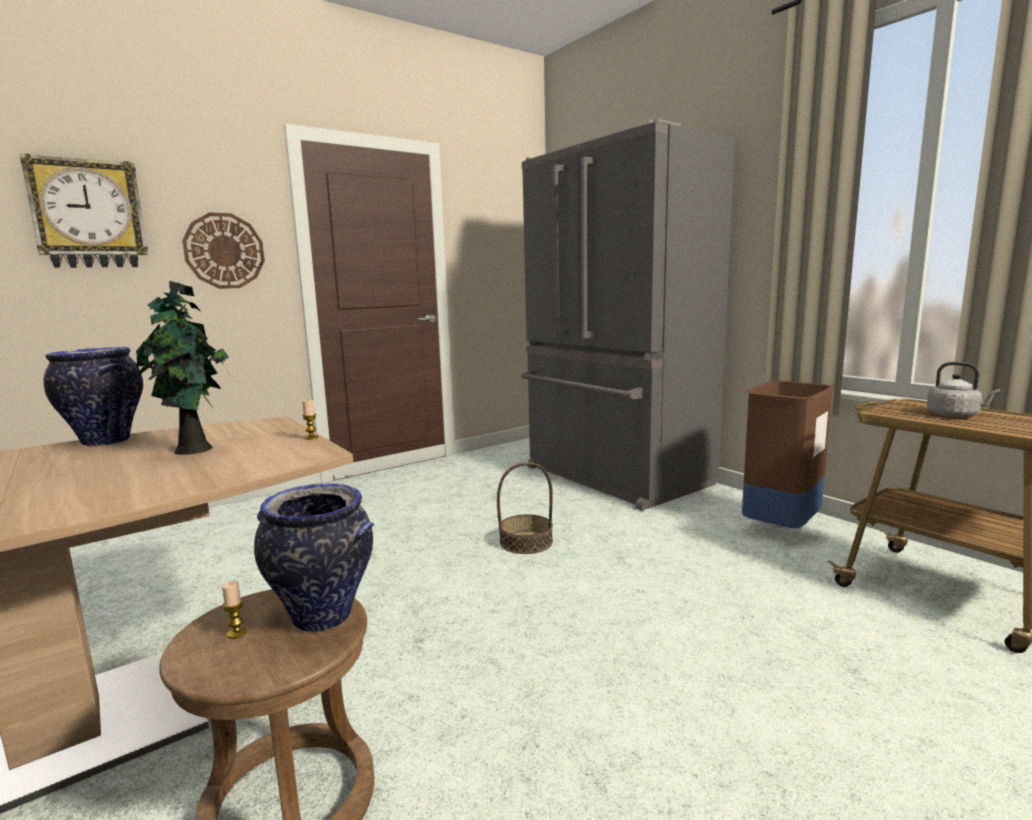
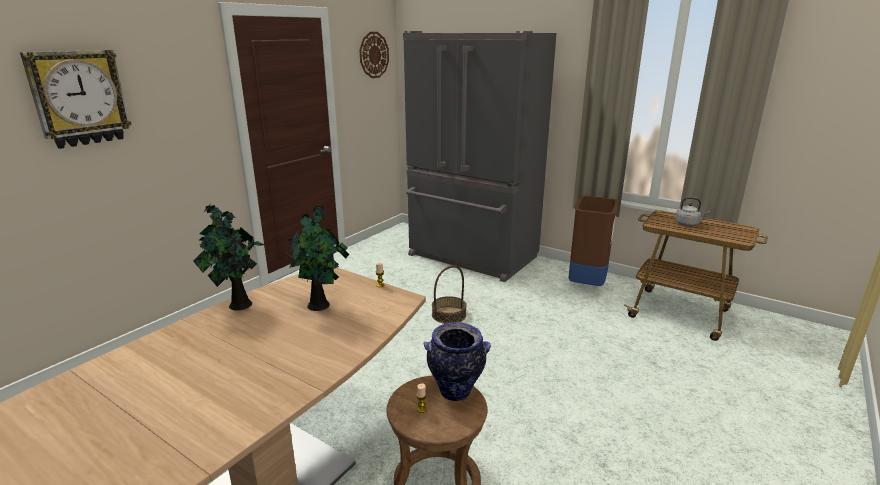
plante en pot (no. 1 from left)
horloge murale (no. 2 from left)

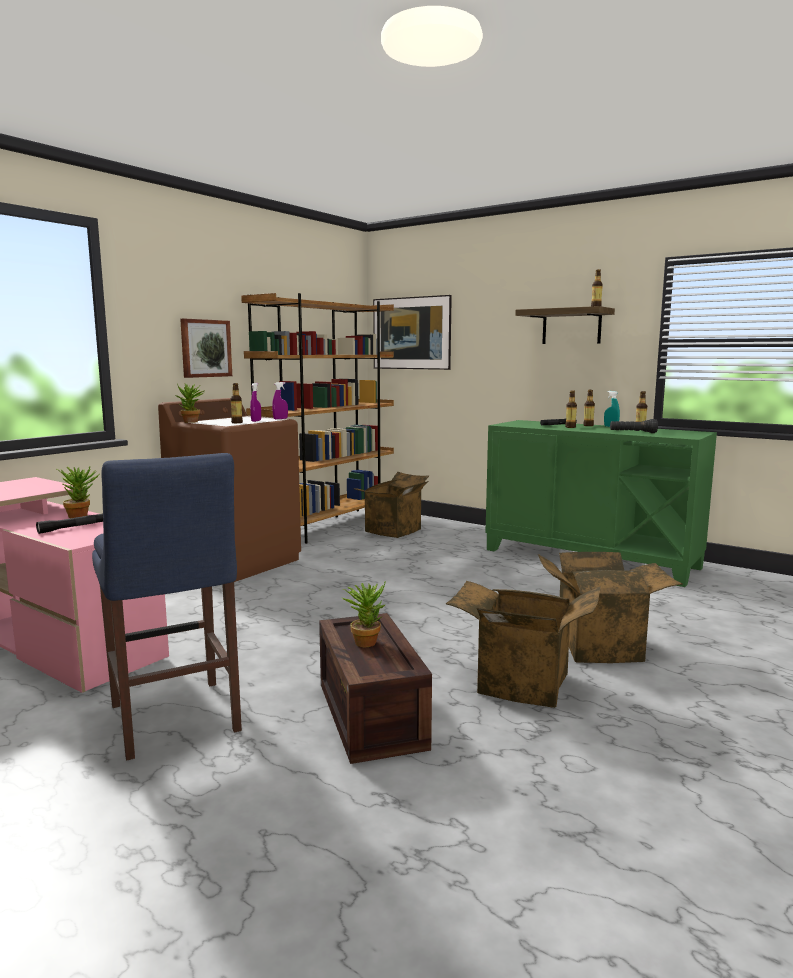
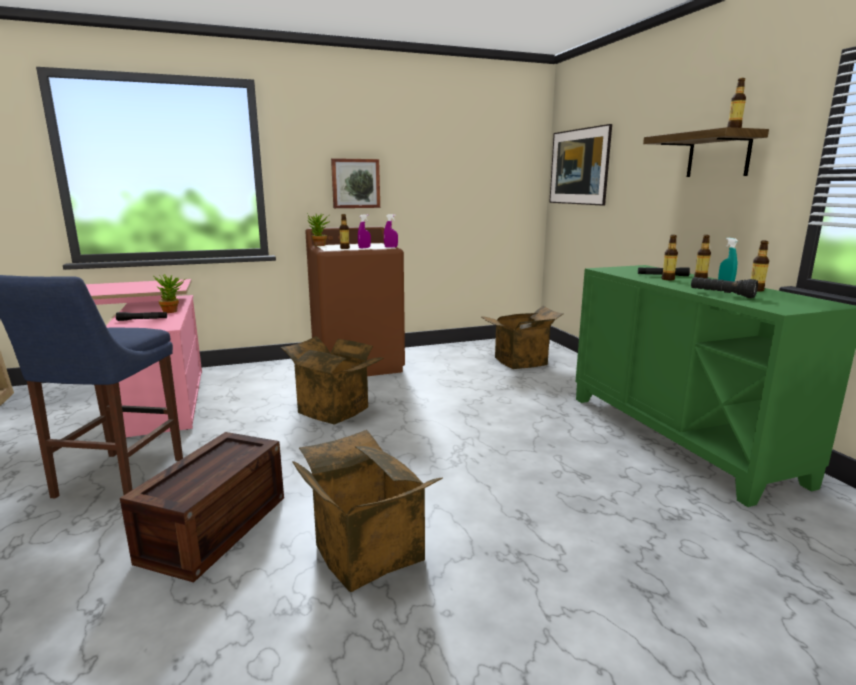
bibliothèque/marron
plante en pot (no. 3 from left in the first image)
carton (no. 1 from left)

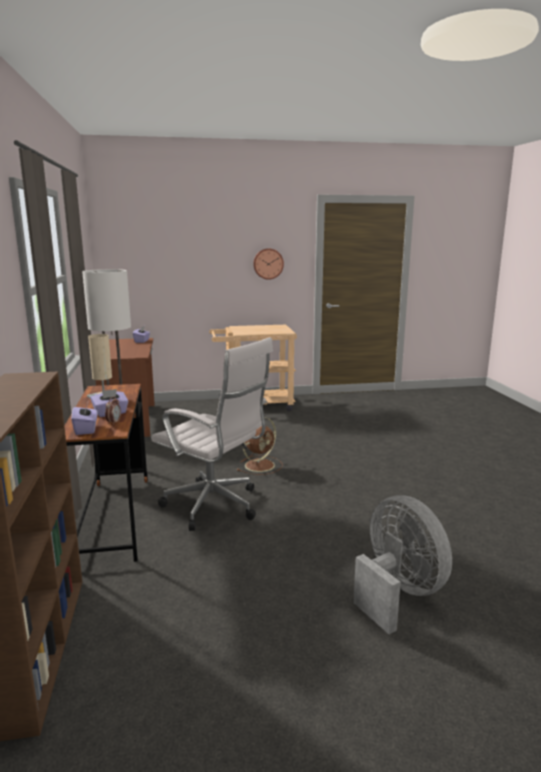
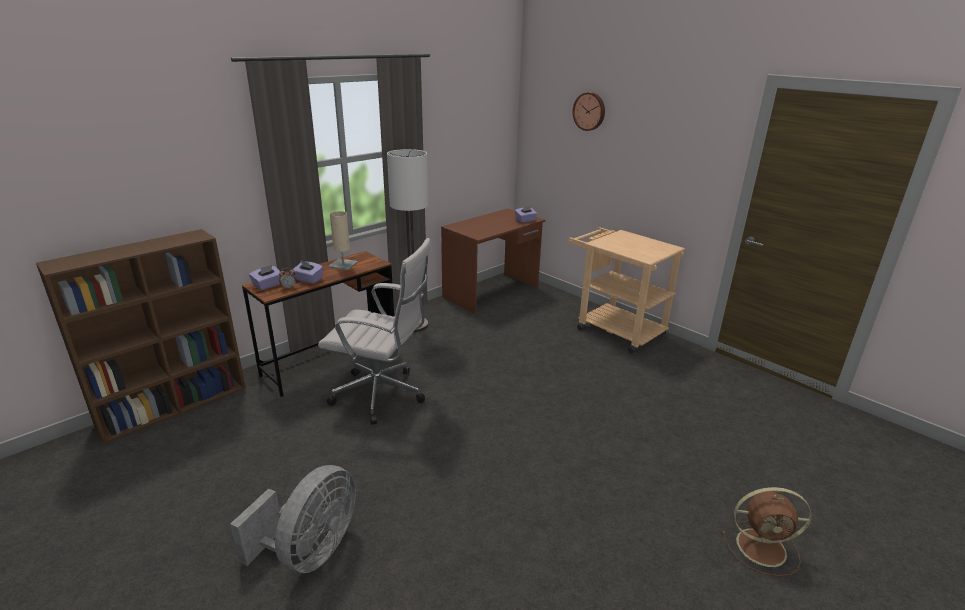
chaise de bureau/blanc
ventilateur/marron
horloge murale

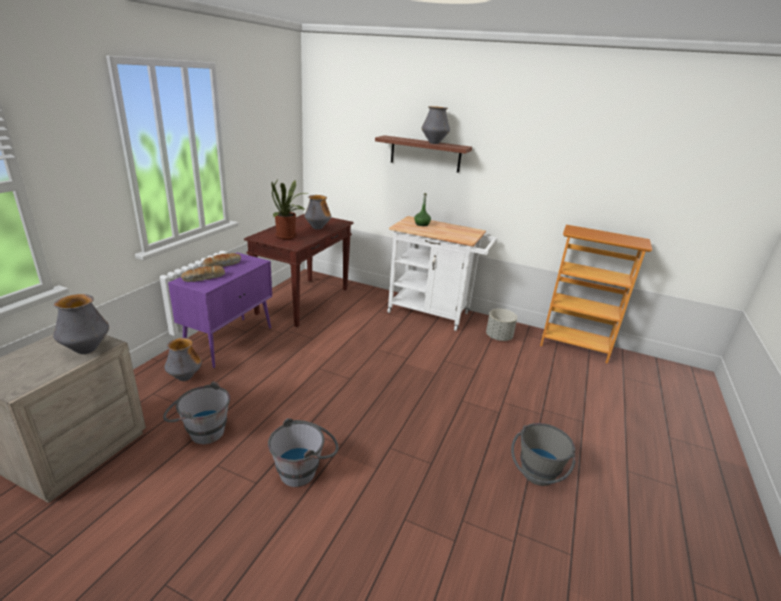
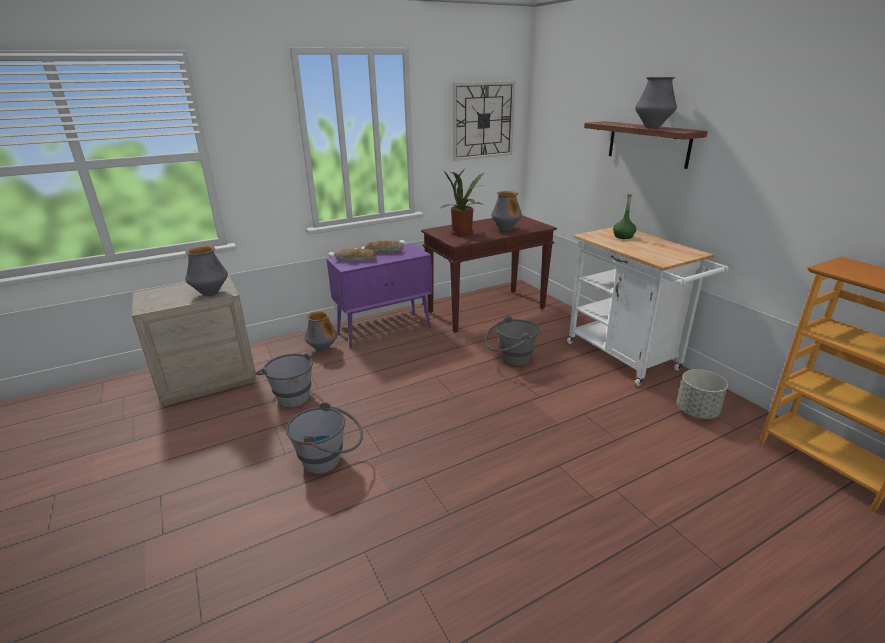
seau/gris (no. 3 from left)
horloge murale

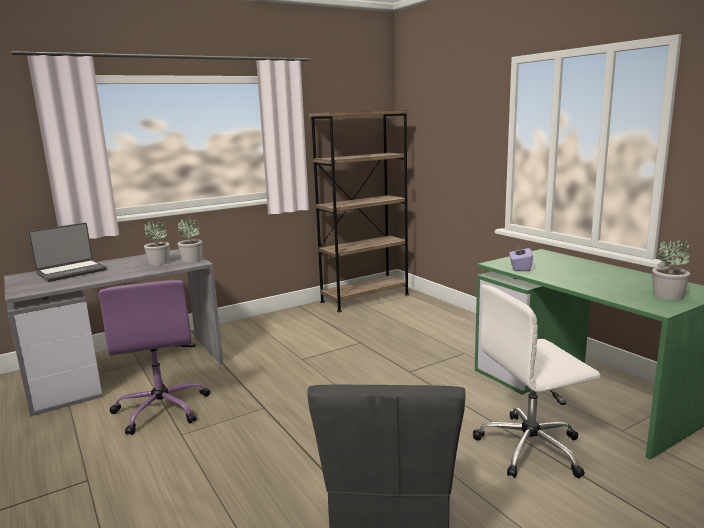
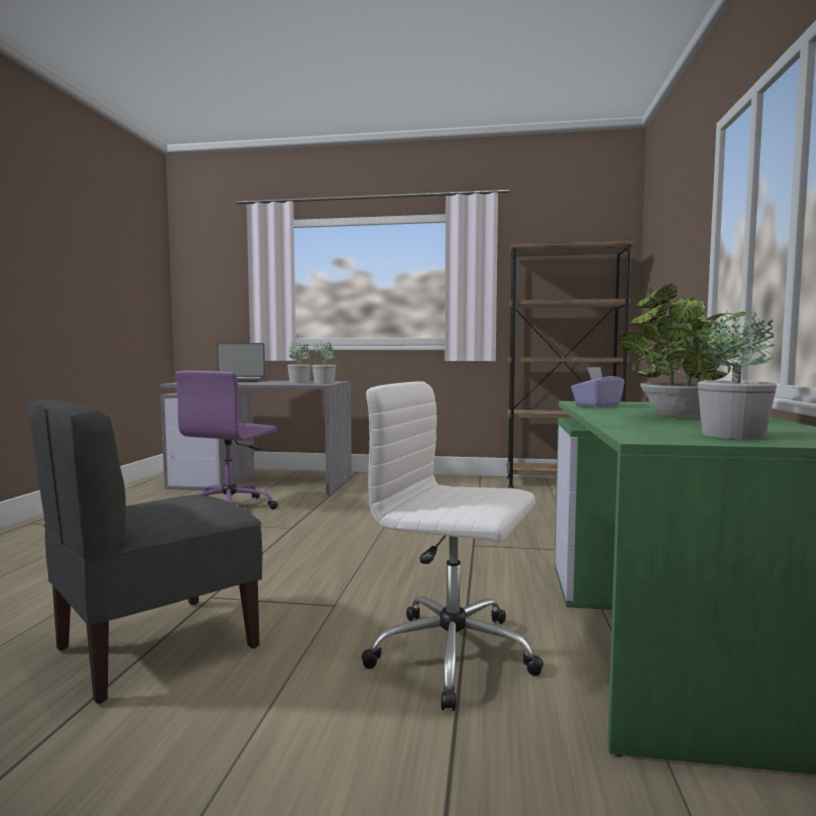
plante en pot (no. 3 from left)

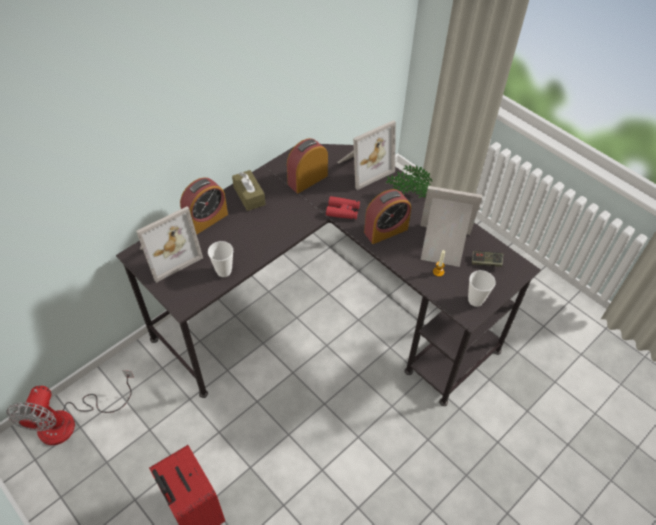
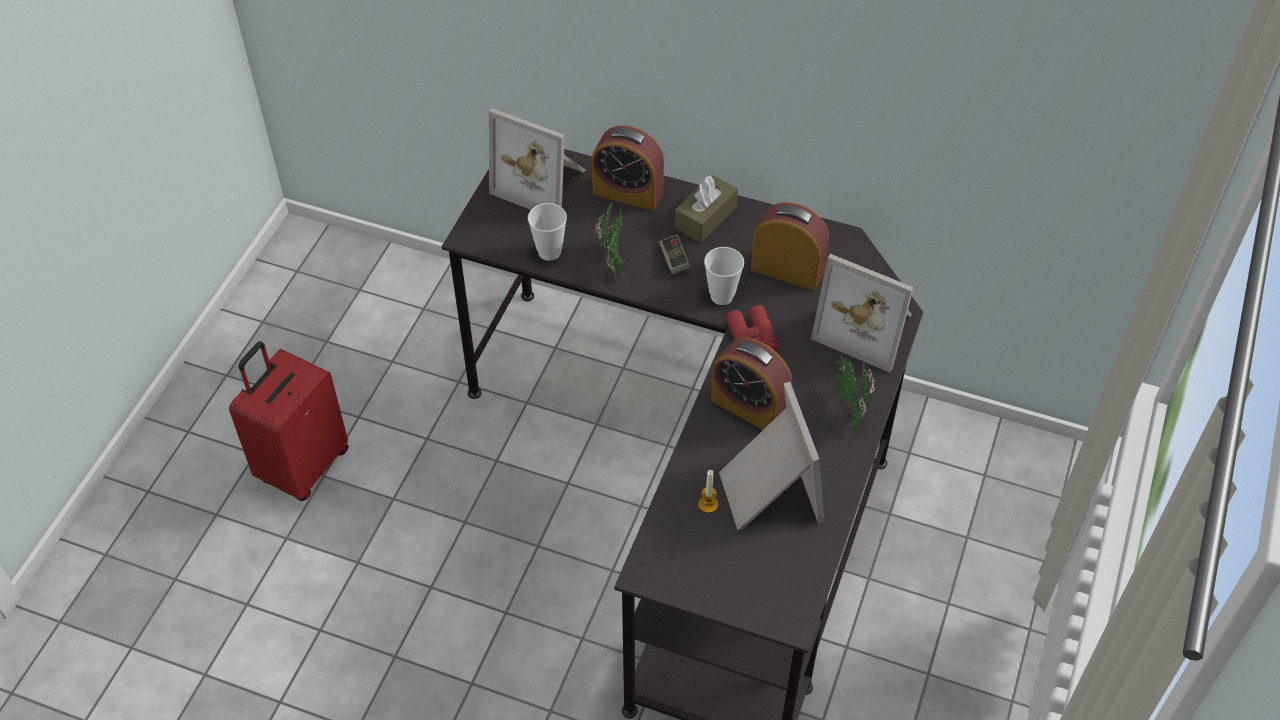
ventilateur
tasse (no. 2 from left)
manette
plante en pot (no. 1 from left)

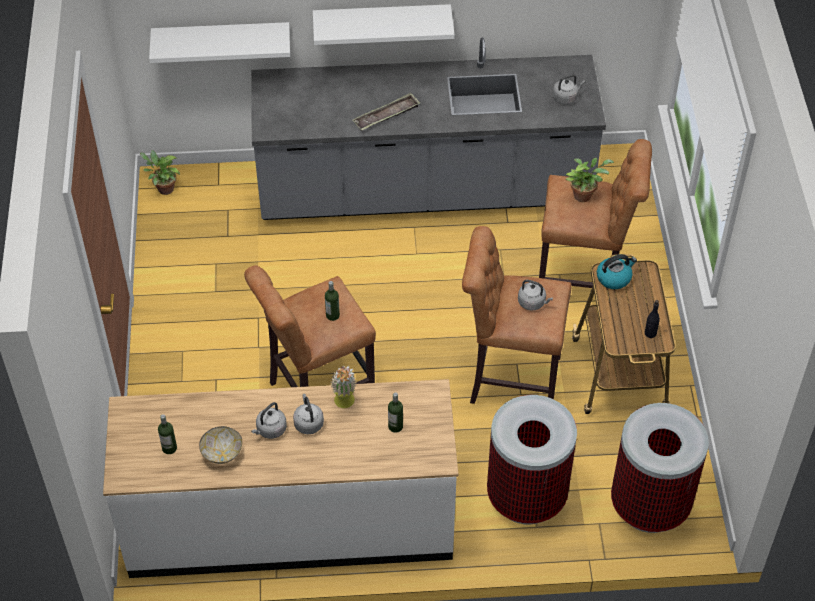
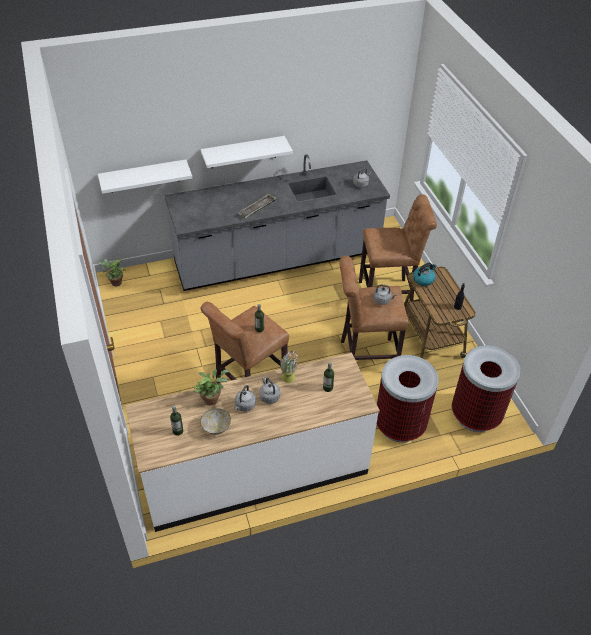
plante en pot (no. 2 from left)

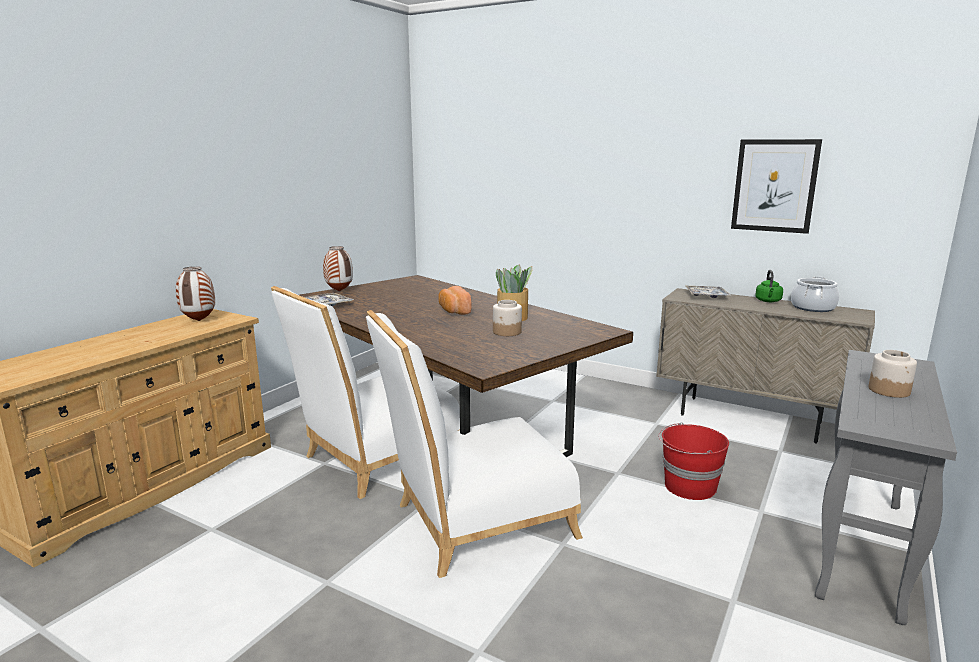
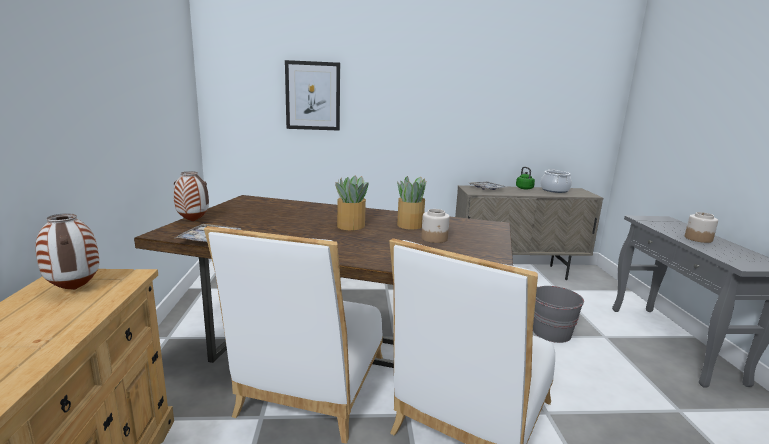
plante en pot (no. 1 from left)
seau/gris
tableau

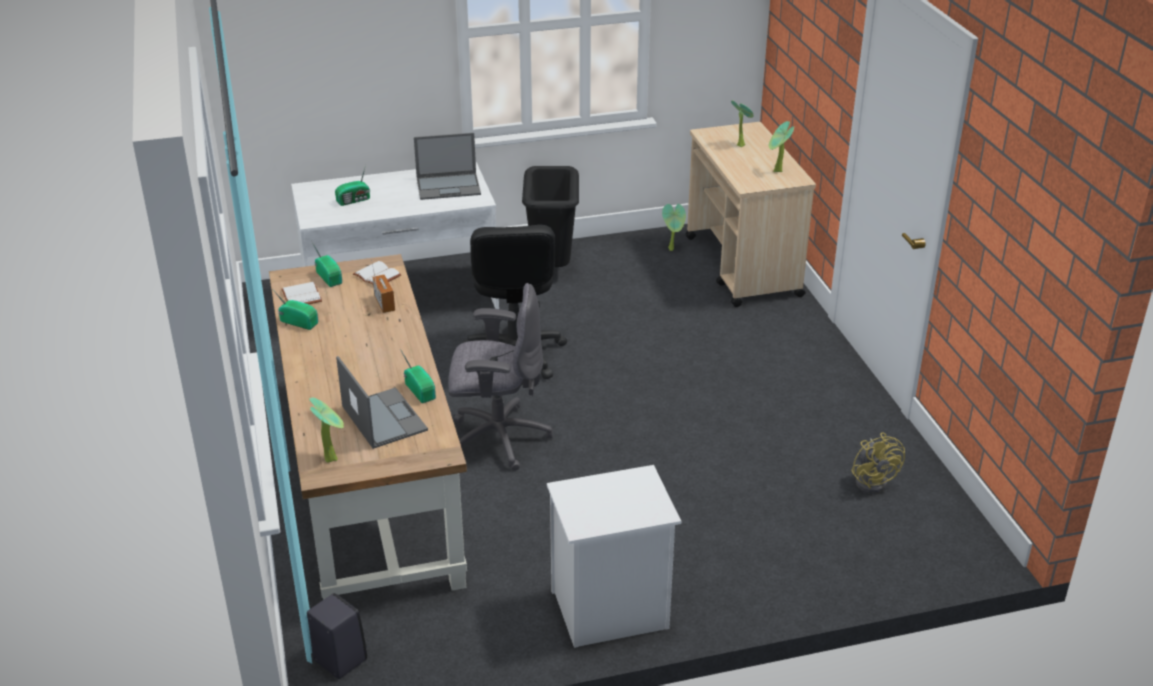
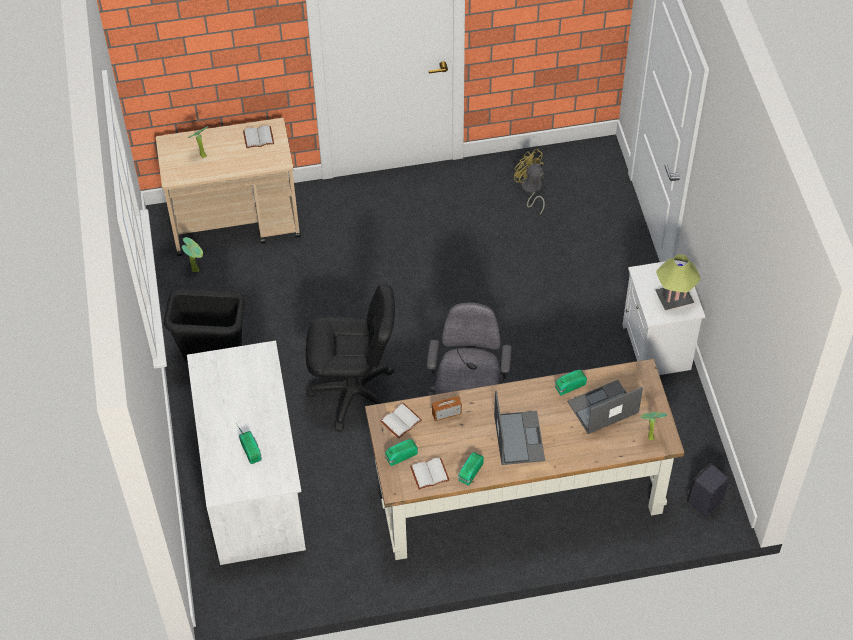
ordinateur portable (no. 1 from left)
livre/blanc (no. 1 from left)
ventilateur/jaune
lampe de table

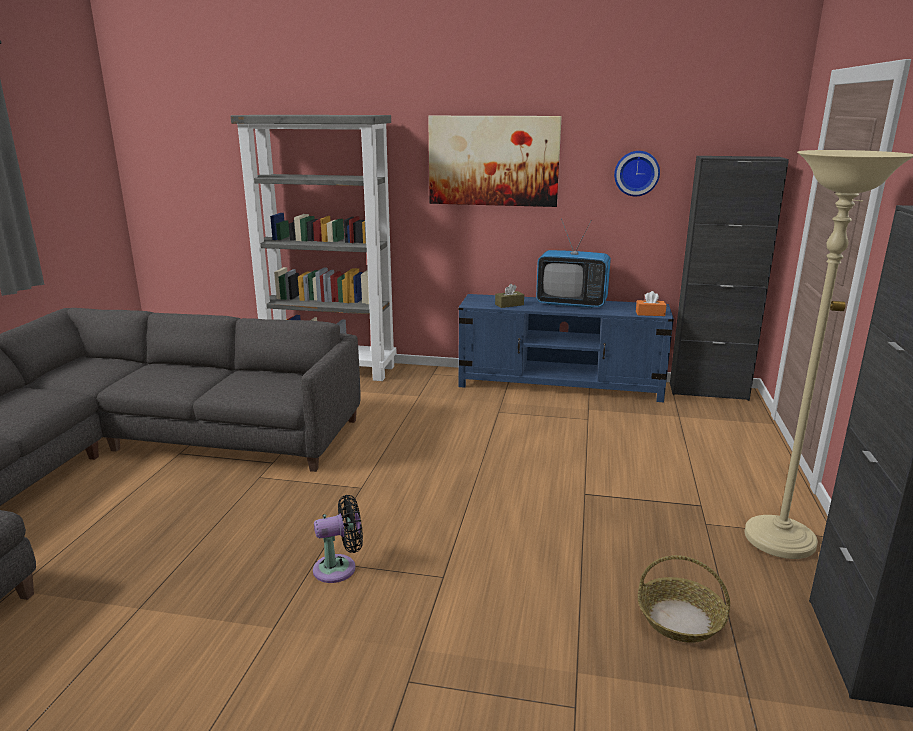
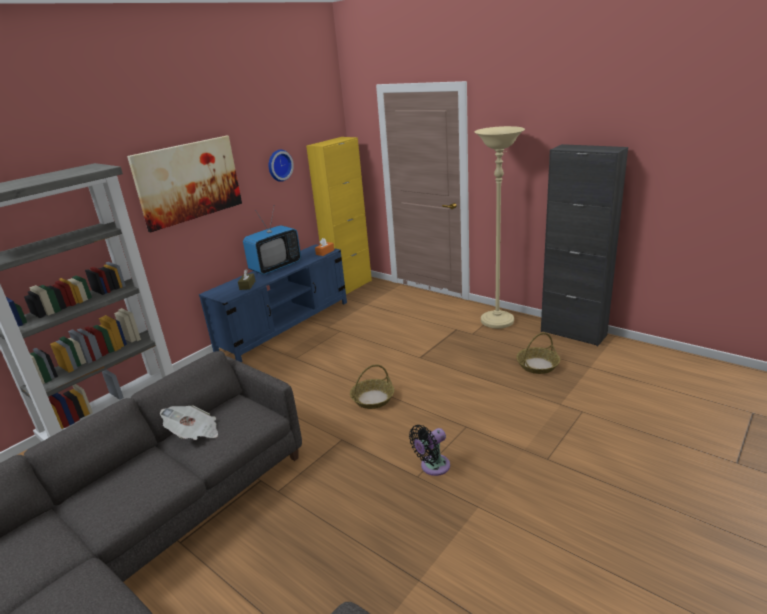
ventilateur/noir
meuble de rangement/jaune
journal
panier (no. 1 from left)

